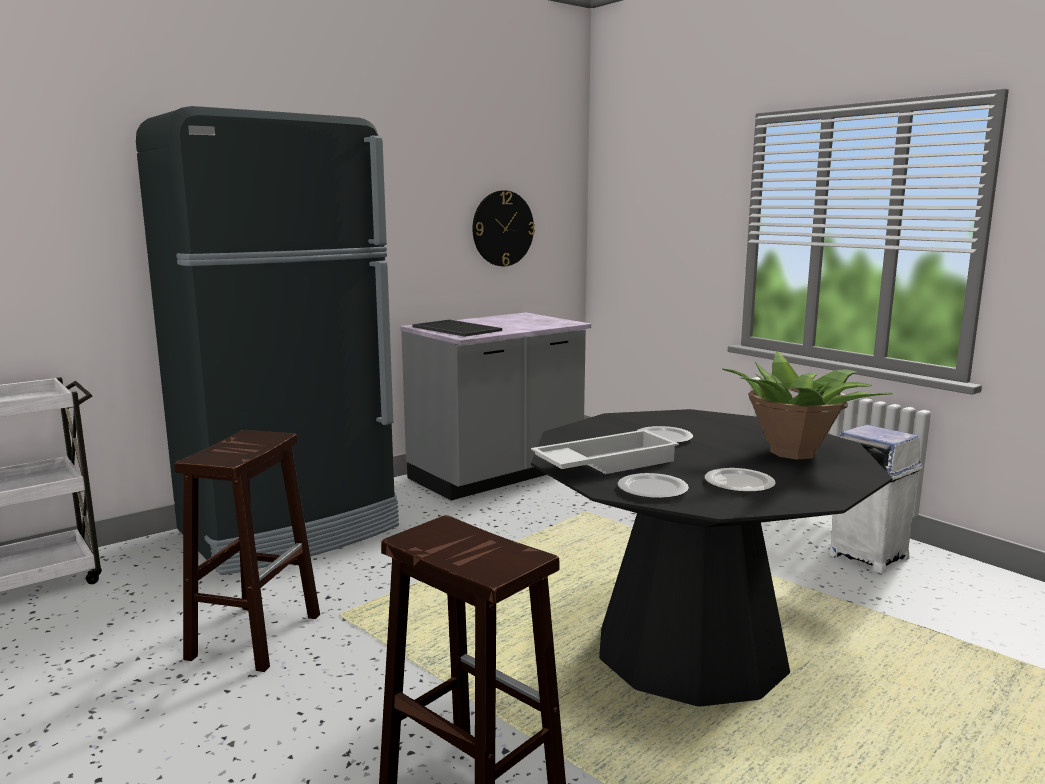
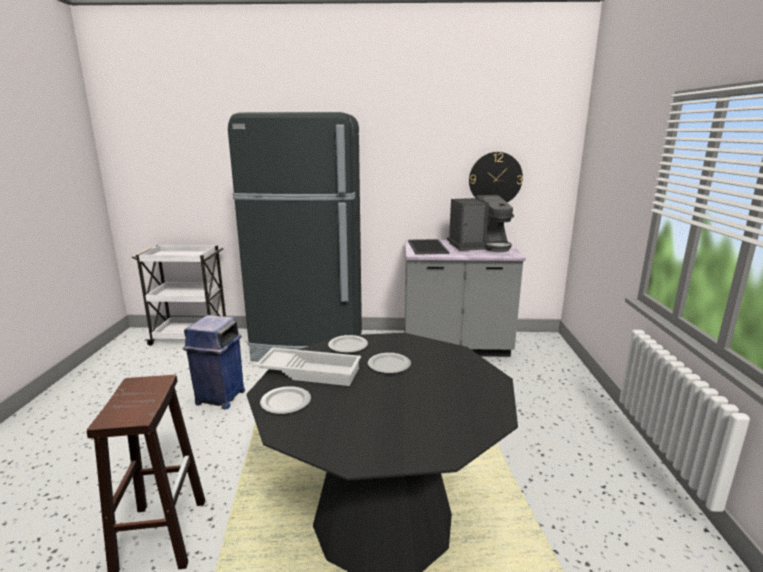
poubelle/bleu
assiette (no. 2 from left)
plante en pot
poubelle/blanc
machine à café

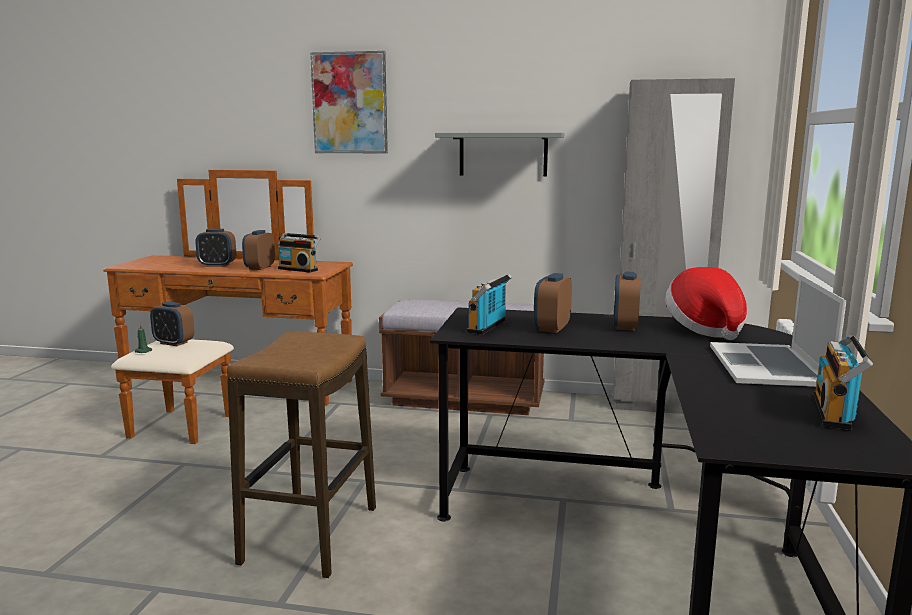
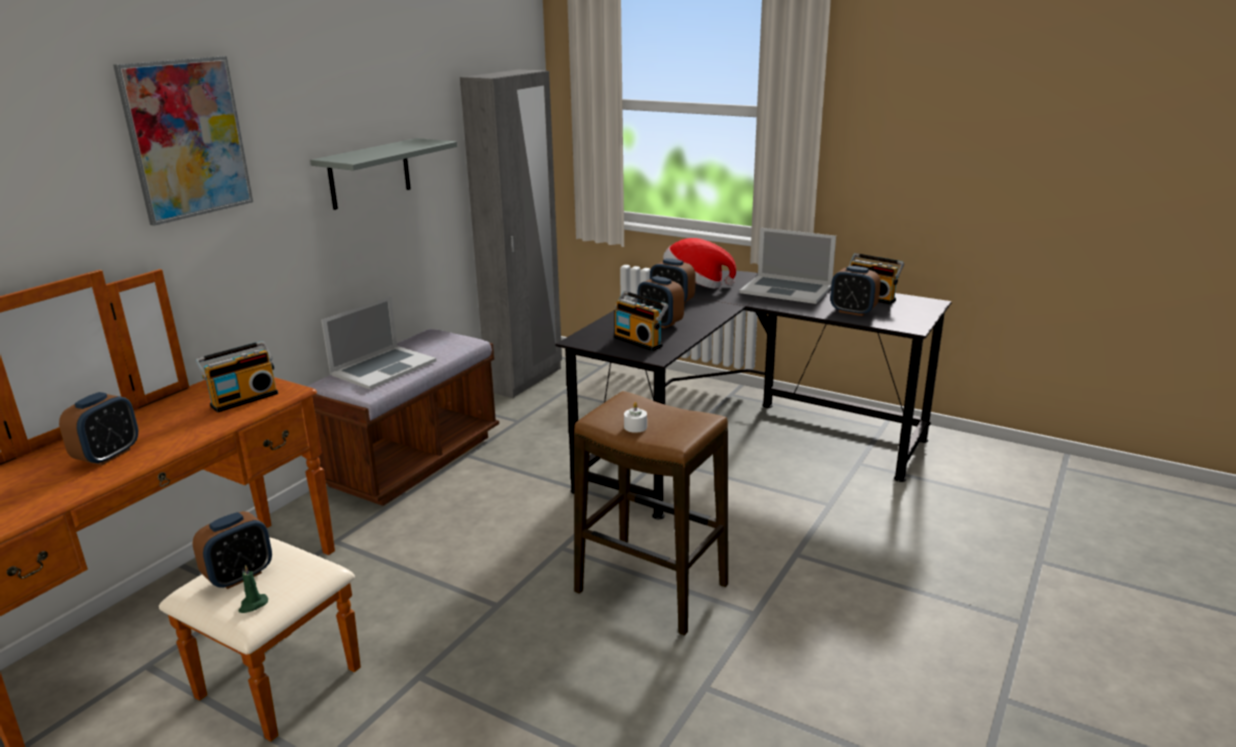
réveil (no. 5 from left)
ordinateur portable (no. 1 from left)
bougie/blanc

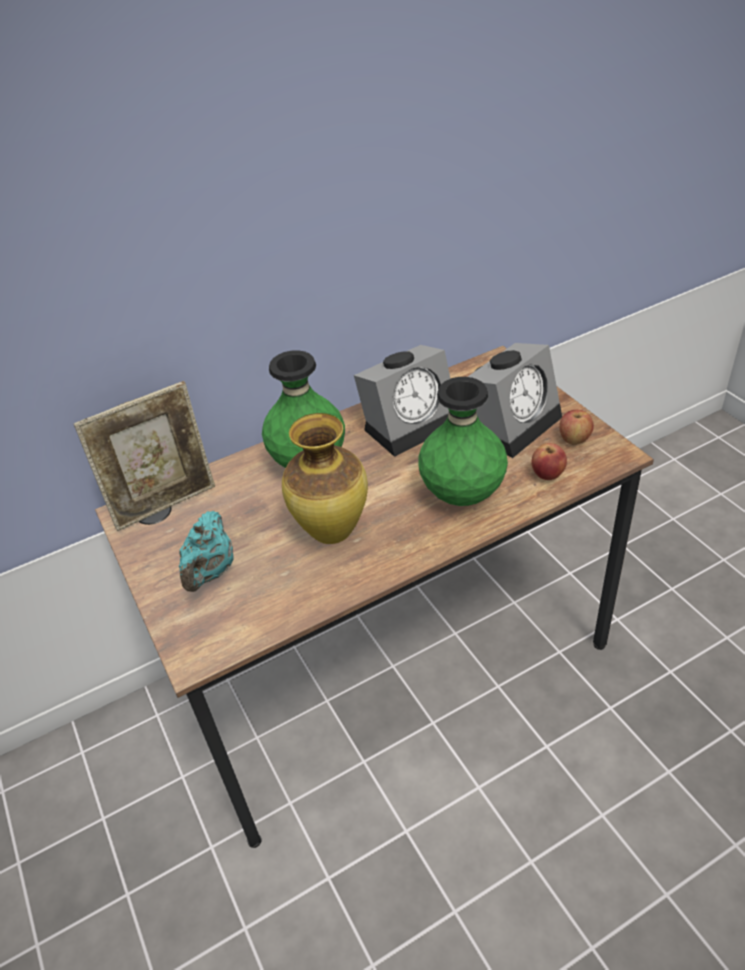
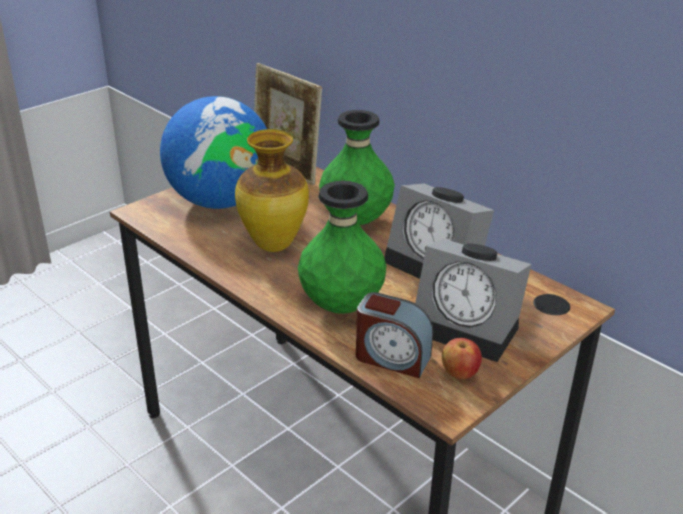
globe
réveil (no. 1 from left)

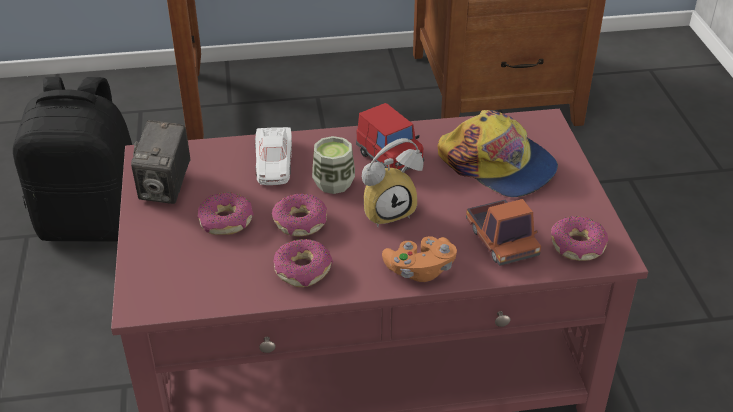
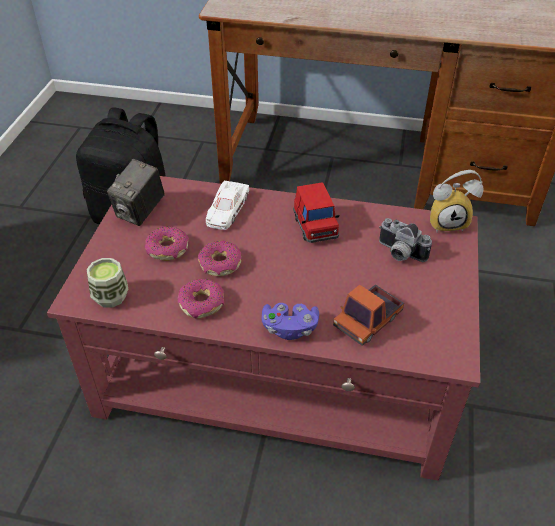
tasse
réveil
manette/violet
appareil photo (no. 2 from left)
camion jouet
beignet (no. 4 from left in the first image)

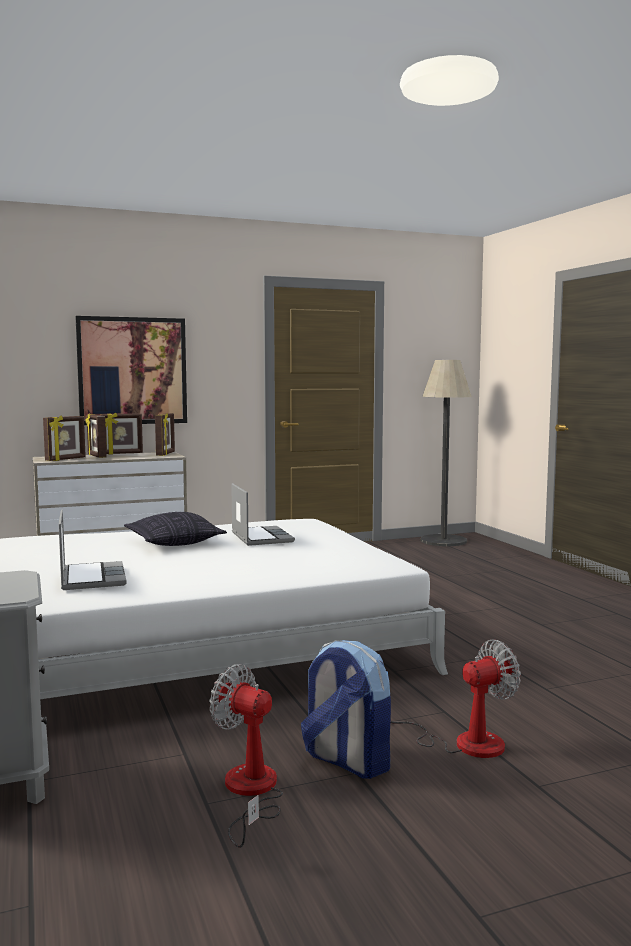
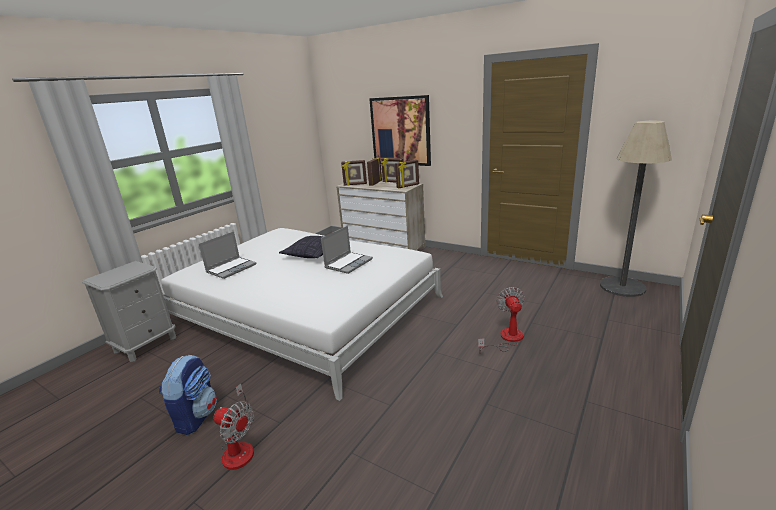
ventilateur (no. 2 from left)

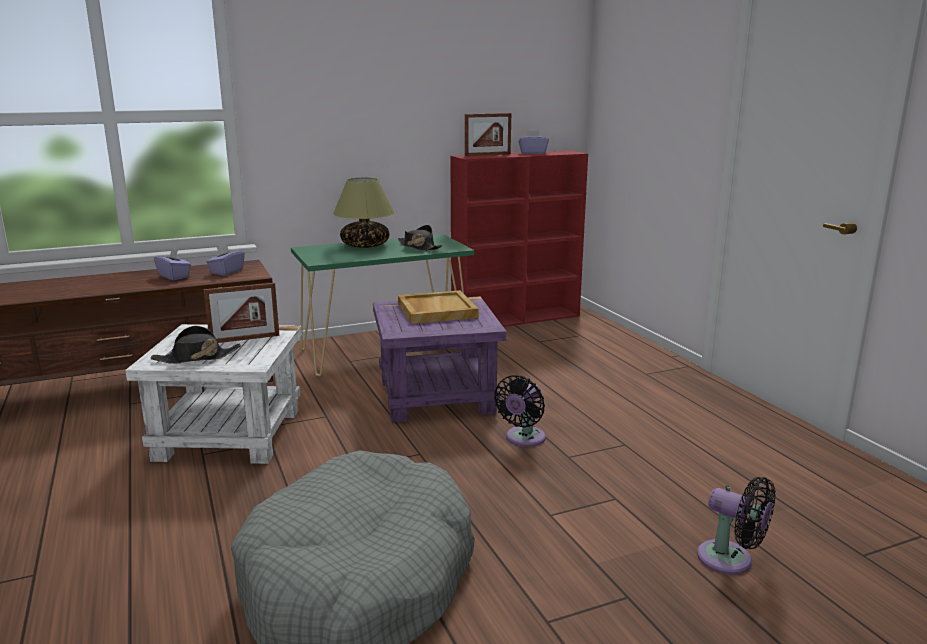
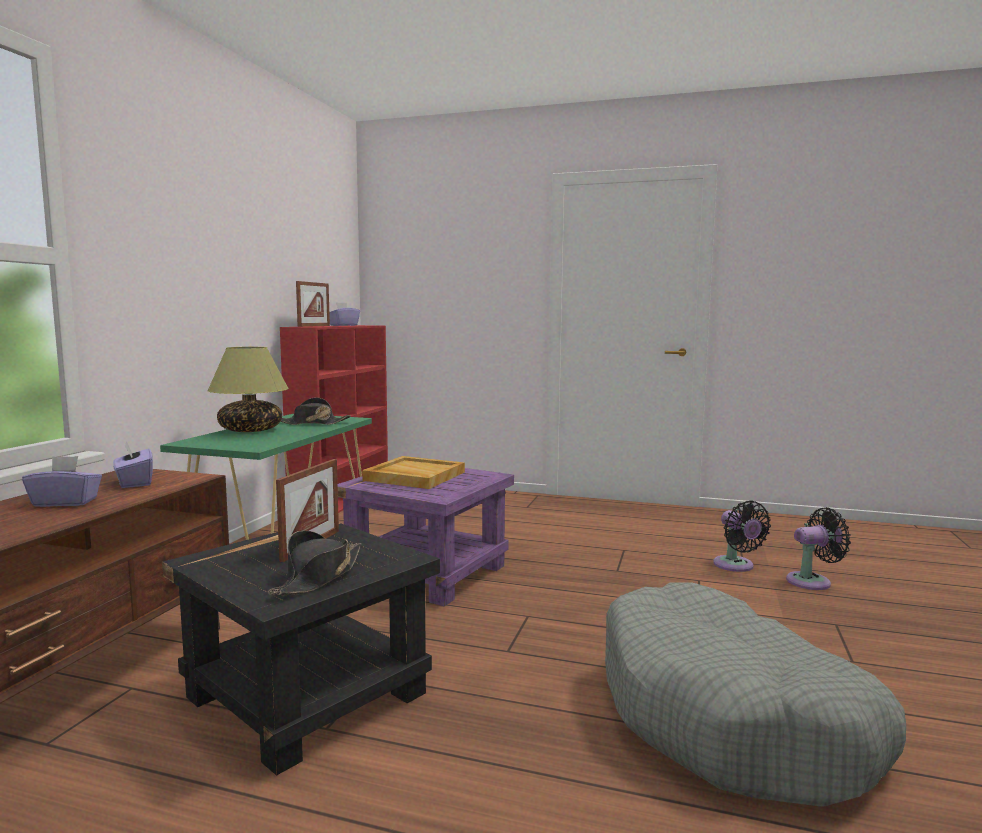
table d'appoint/noir
ventilateur/noir (no. 1 from left)

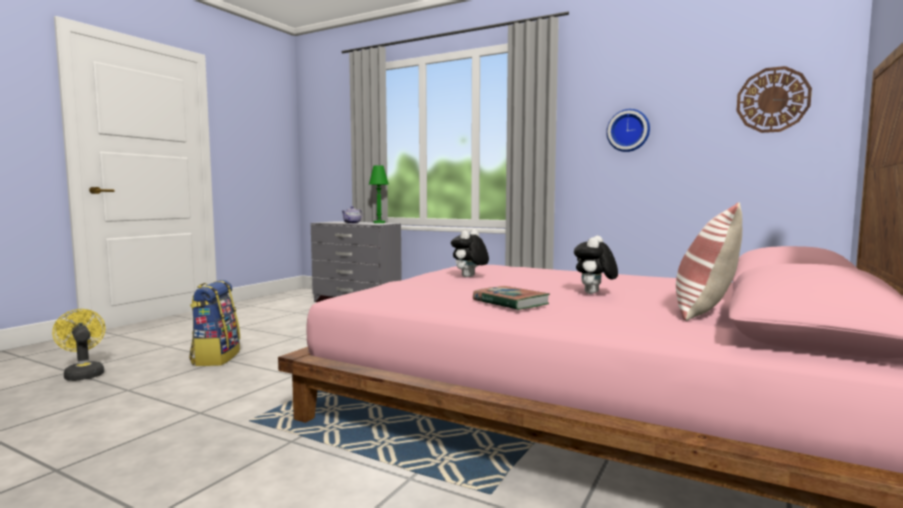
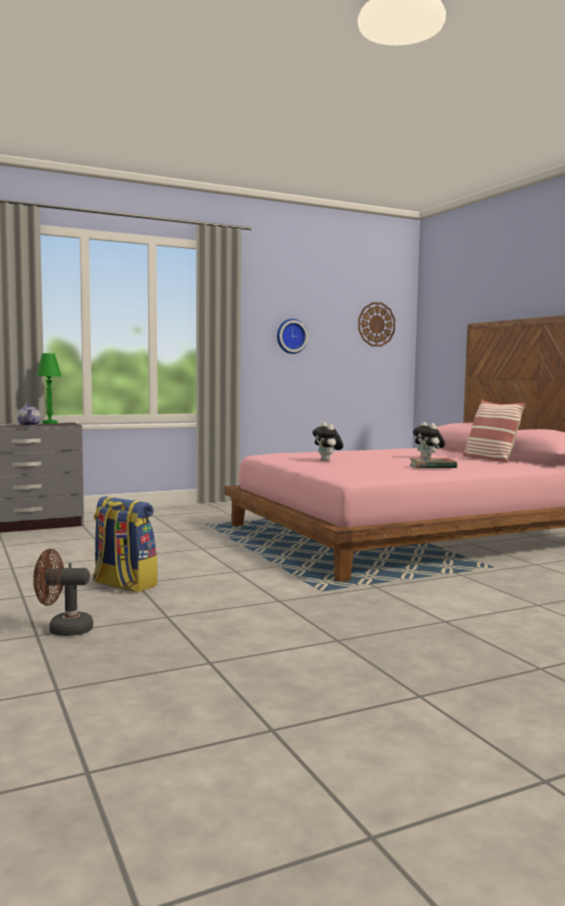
ventilateur/marron

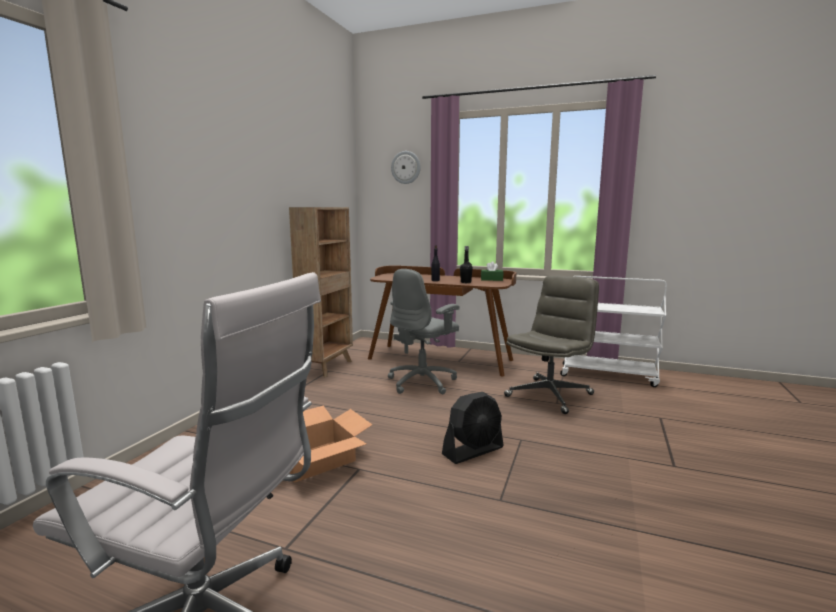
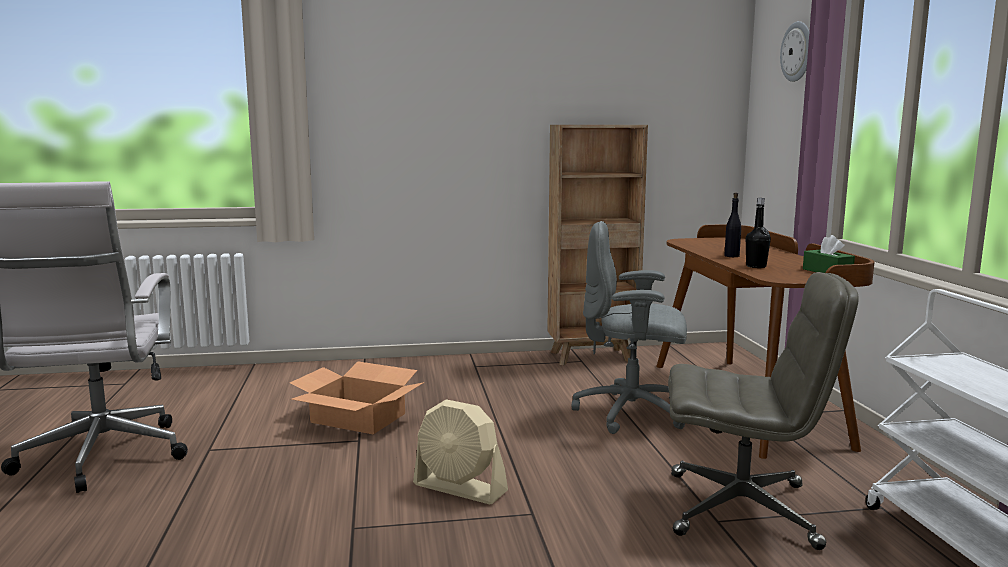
ventilateur/beige

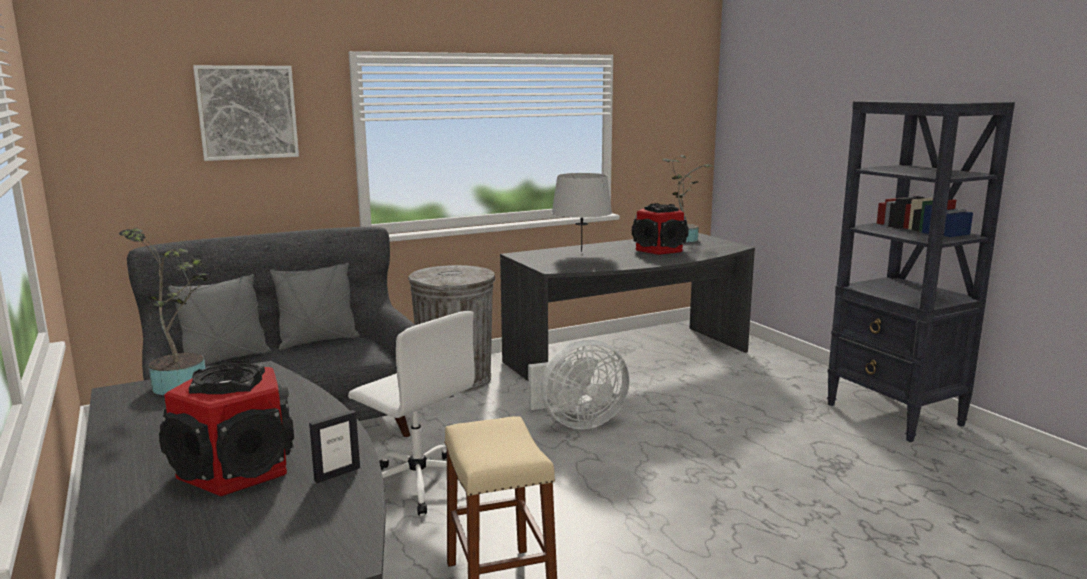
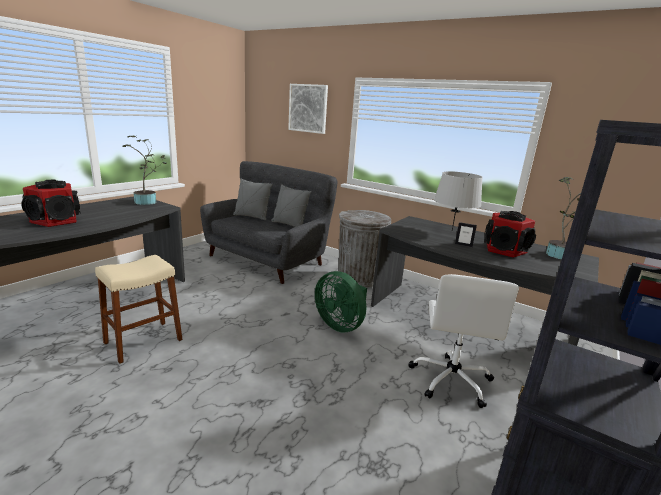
cadre photo
chaise de bureau/blanc
ventilateur/vert

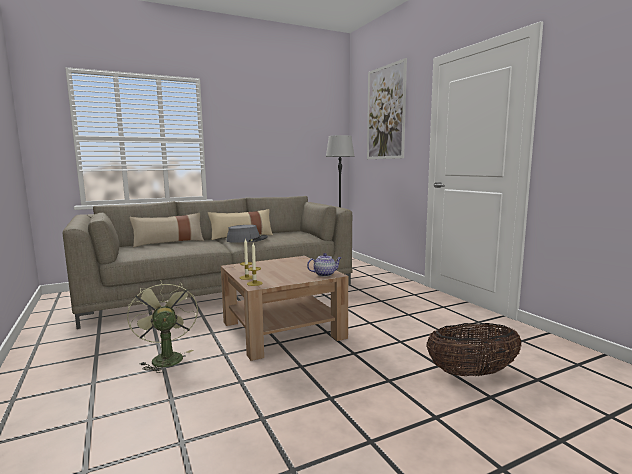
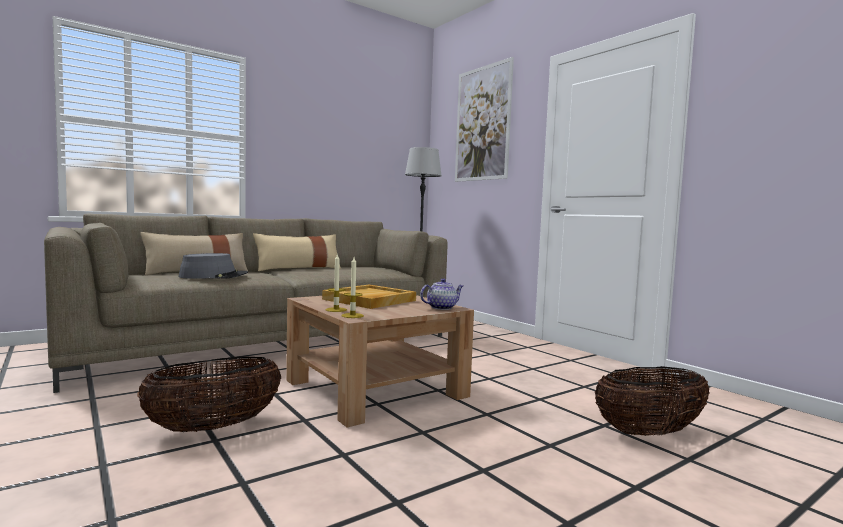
panier (no. 1 from left)
chapeau/gris
plateau/beige

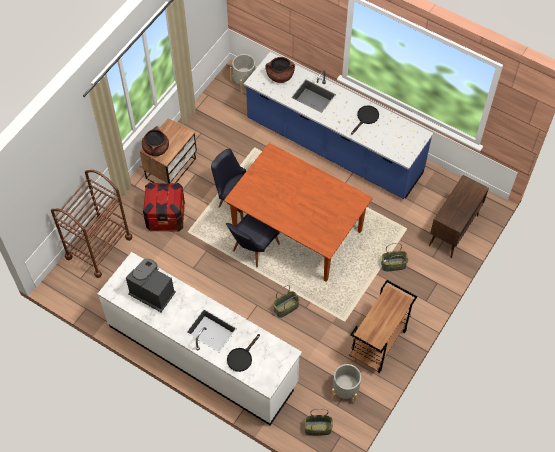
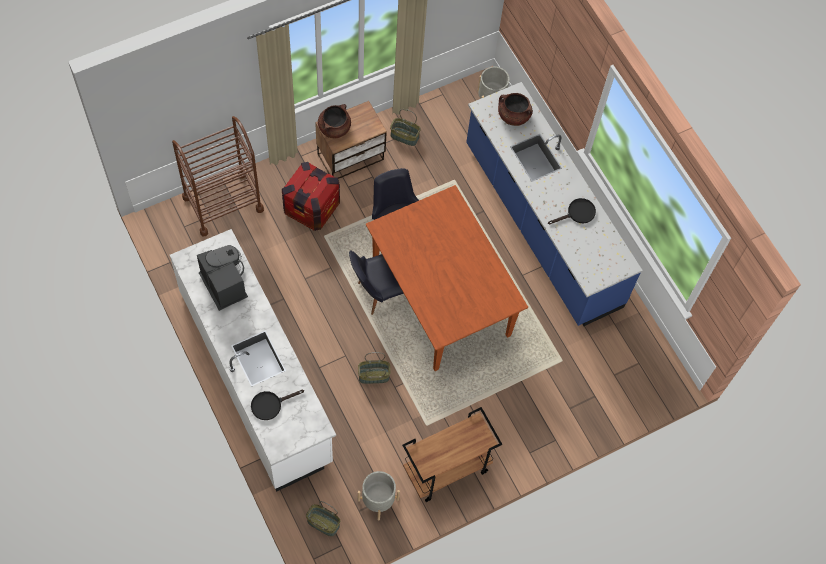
panier (no. 3 from left)
meuble de rangement/marron

